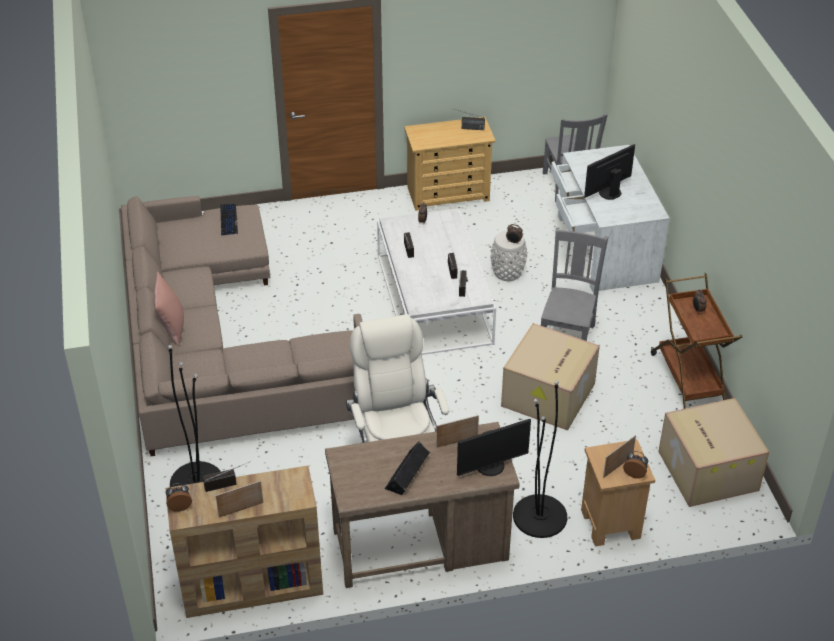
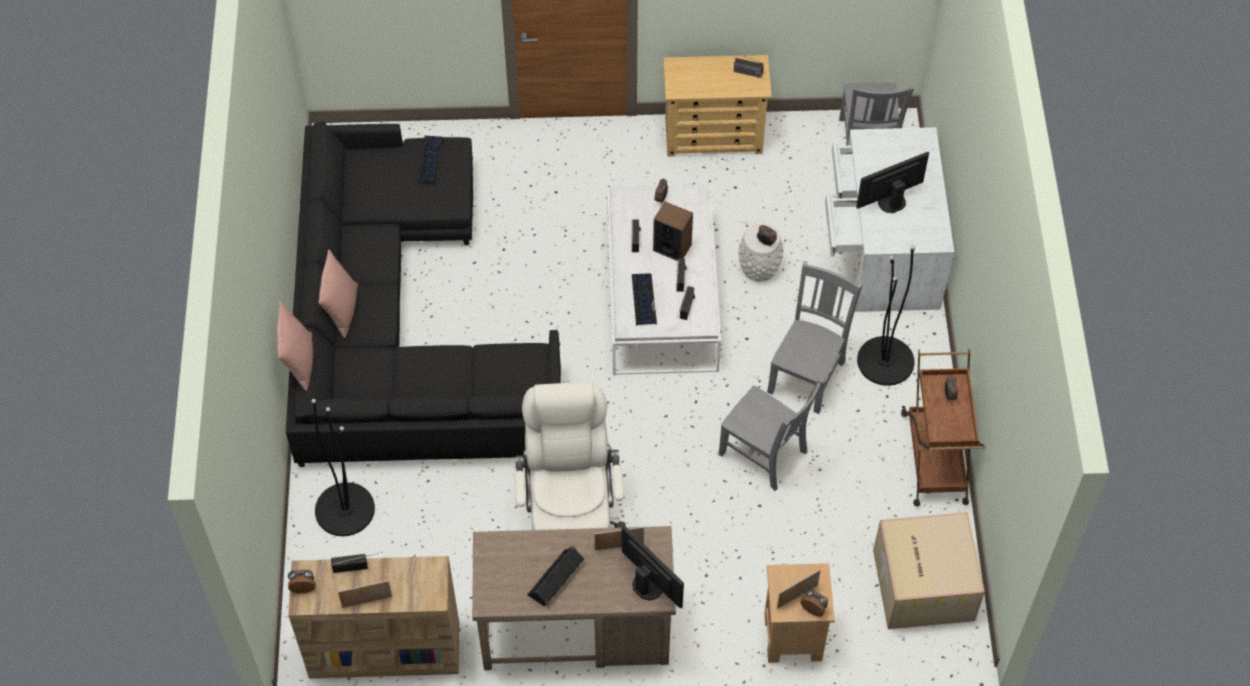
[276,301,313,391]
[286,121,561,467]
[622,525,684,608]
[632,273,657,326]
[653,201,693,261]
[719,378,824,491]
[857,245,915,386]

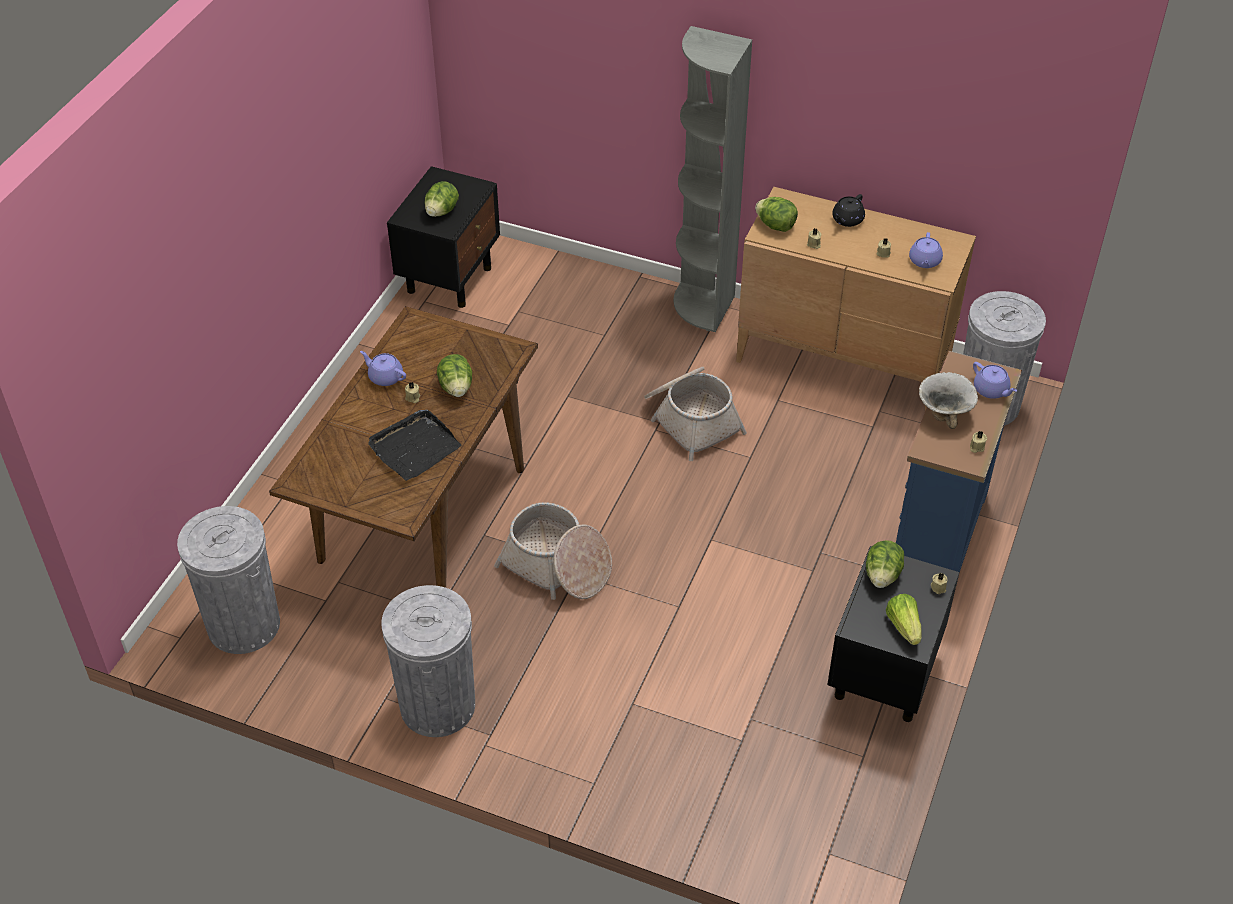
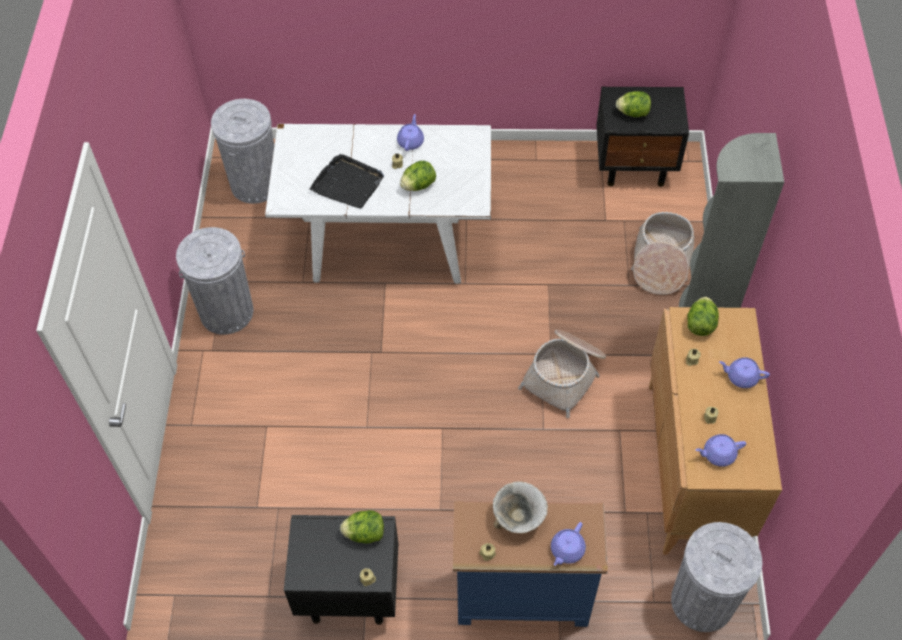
[265,124,491,284]
[631,212,695,295]
[719,357,770,388]
[886,594,921,645] (first image)

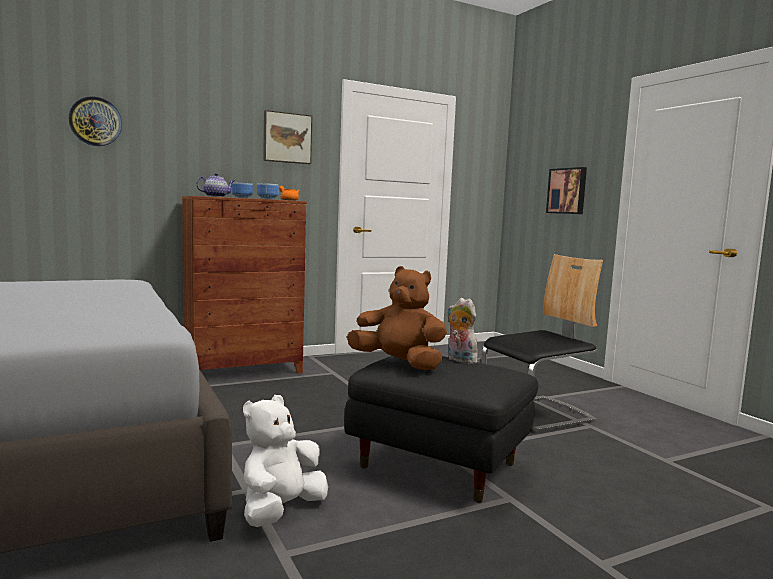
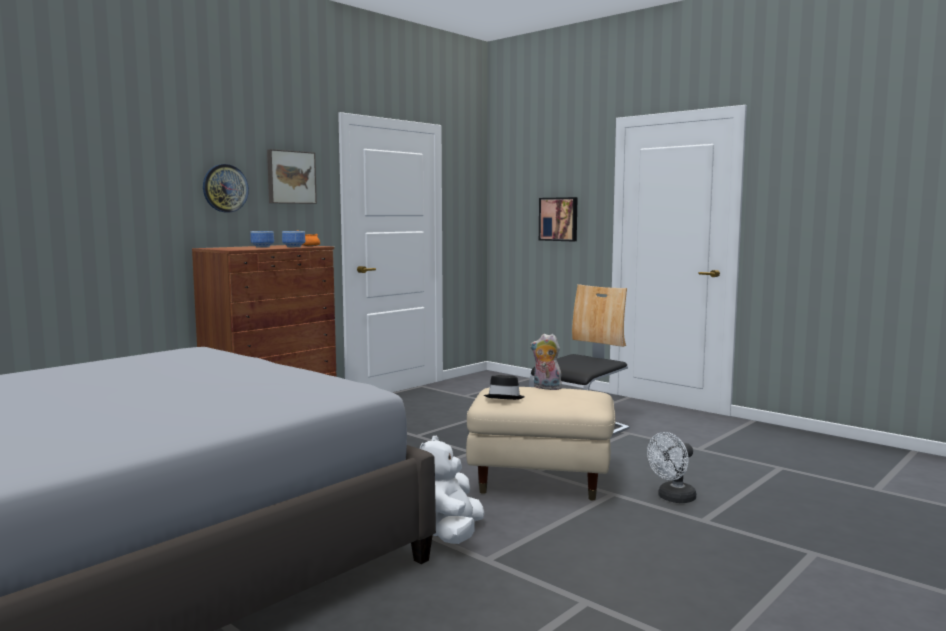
[203,164,249,212]
[466,387,616,501]
[484,375,525,400]
[647,432,696,503]
[196,173,235,197] (first image)

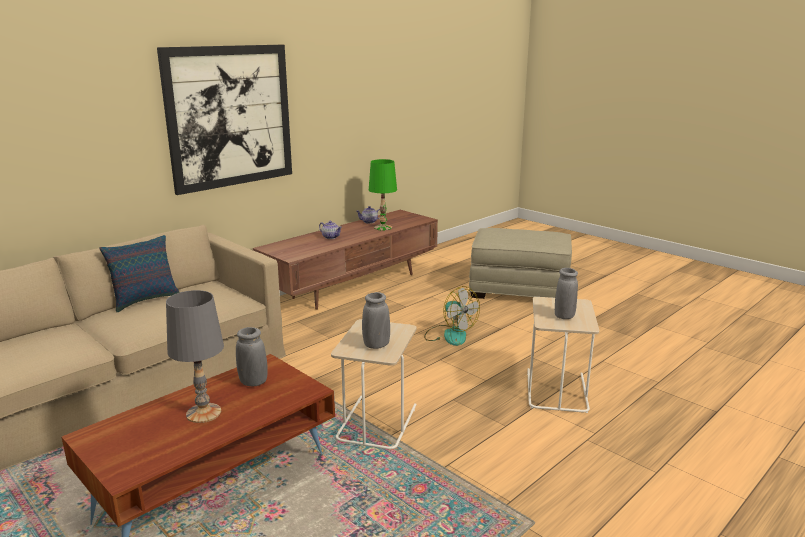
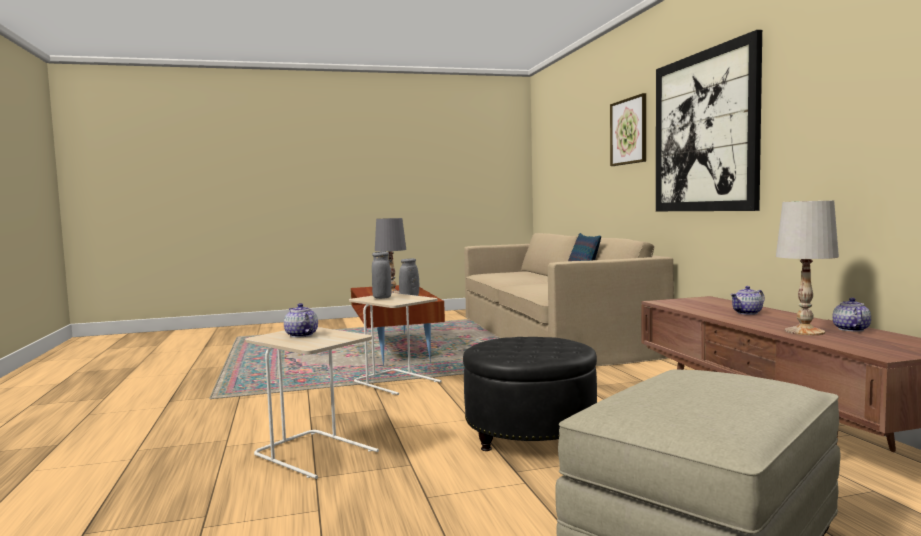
[284,303,318,338]
[463,337,597,451]
[610,93,646,166]
[776,201,839,335]

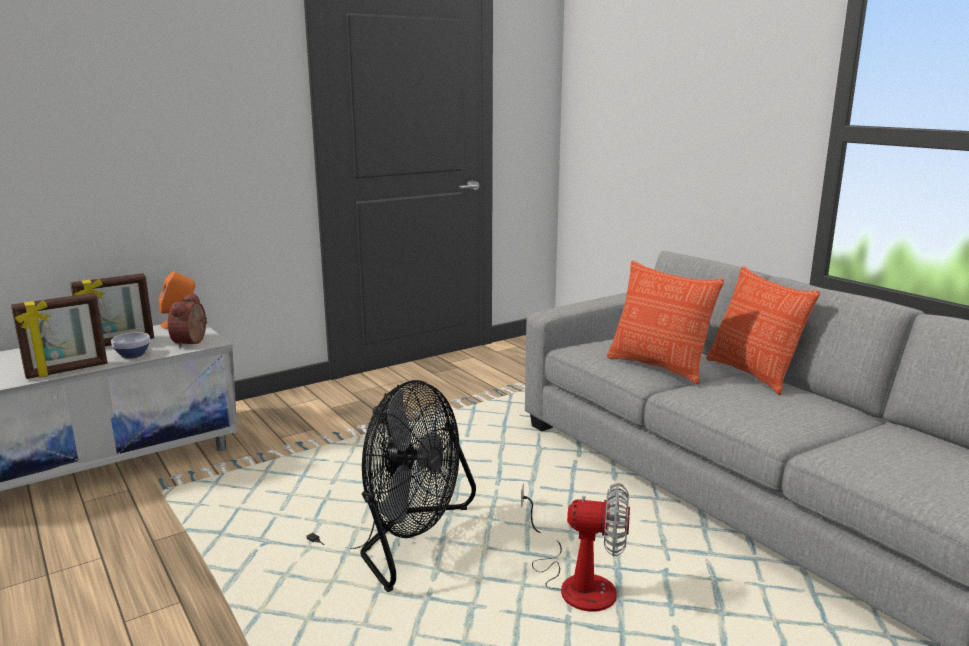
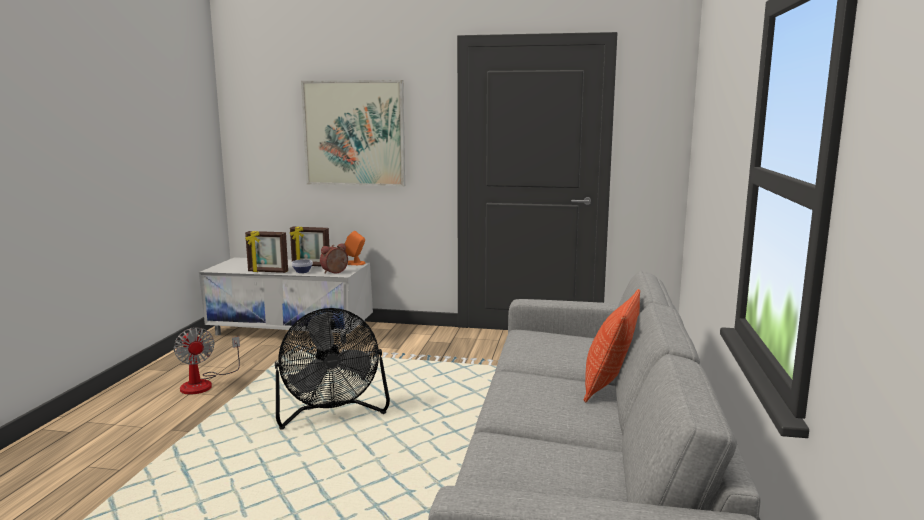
[174,327,240,394]
[301,80,405,187]
[607,261,724,384] (first image)

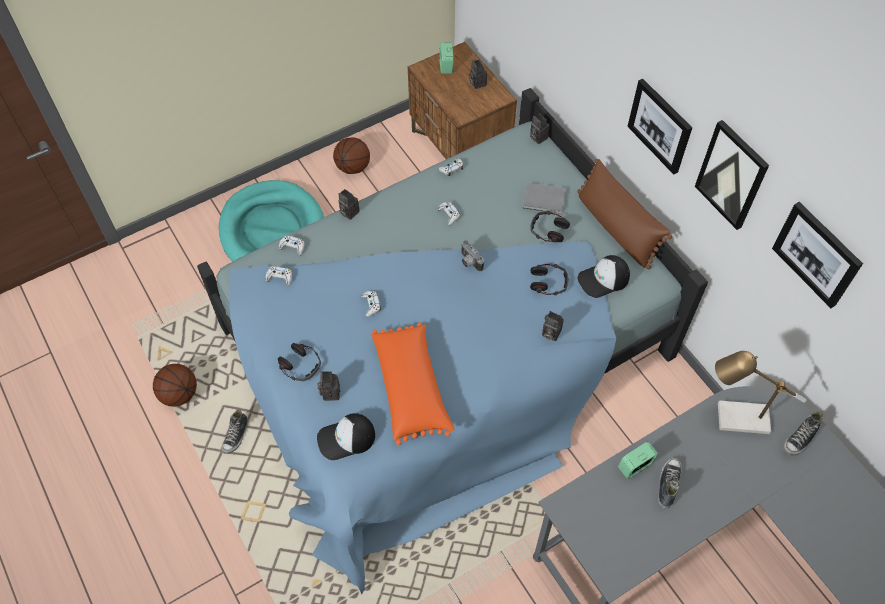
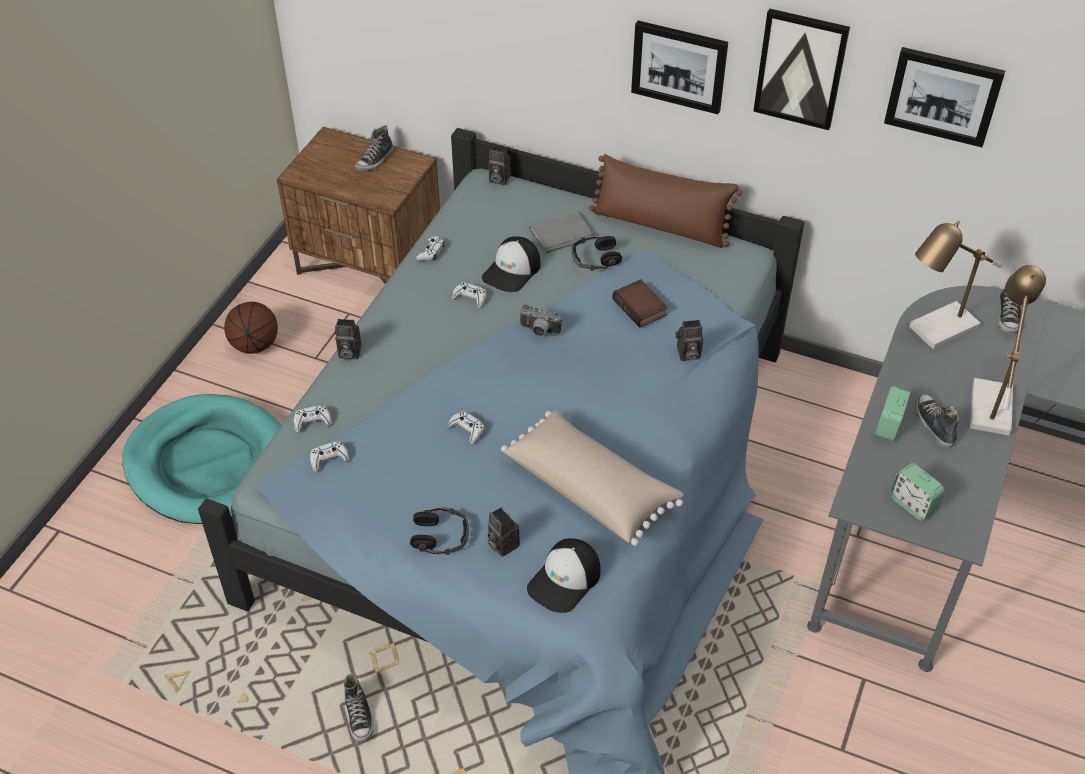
[355,125,393,172]
[482,236,541,292]
[501,410,684,546]
[612,279,667,328]
[890,463,944,521]
[970,265,1046,436]
[153,364,197,407] (first image)

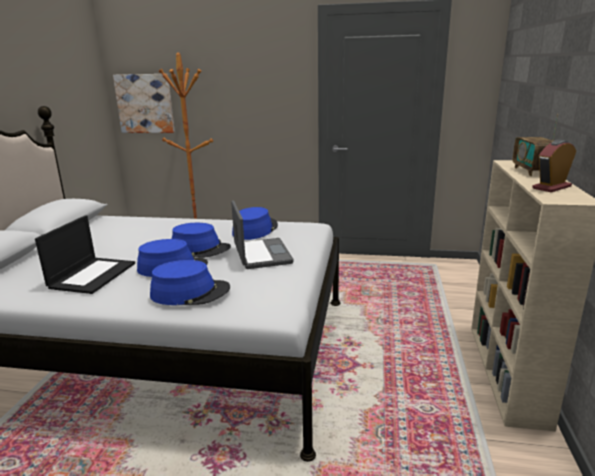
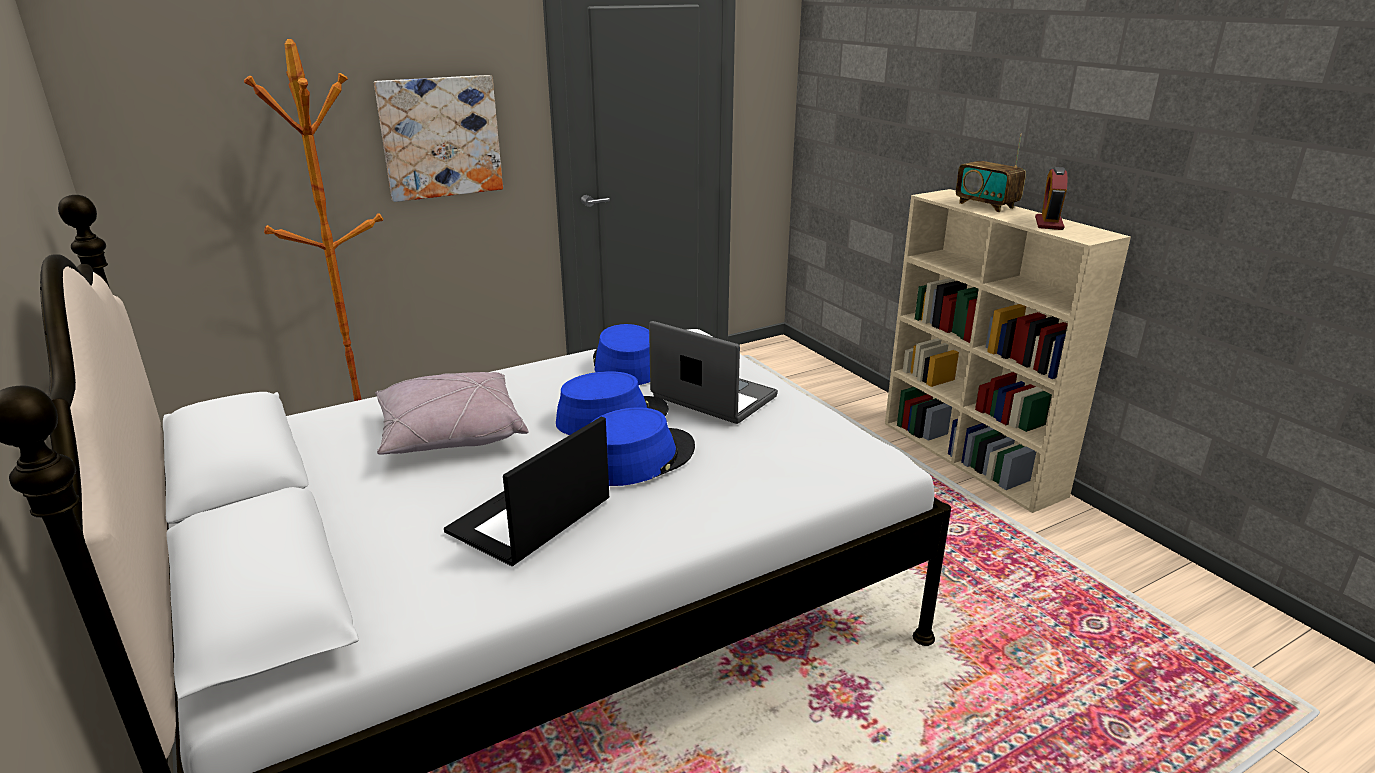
[374,75,503,202]
[375,372,528,455]
[444,417,609,566]
[150,260,230,305] (first image)

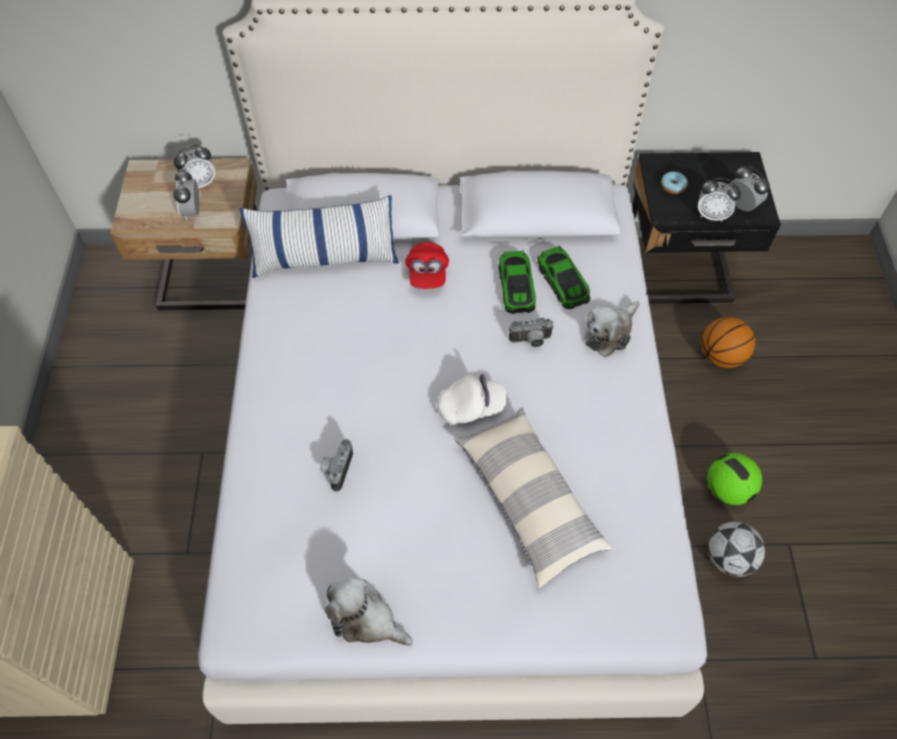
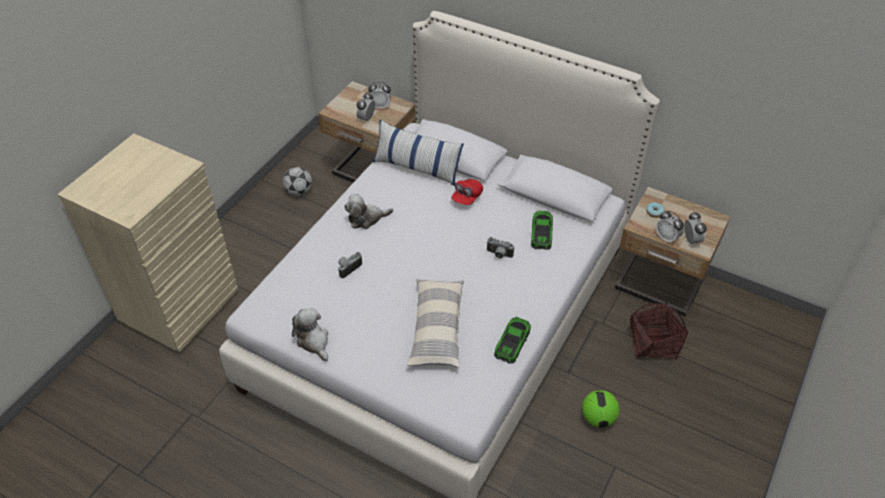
[283,167,312,196]
[344,194,393,229]
[494,316,531,364]
[615,187,730,317]
[630,302,688,360]
[437,374,507,425] (first image)

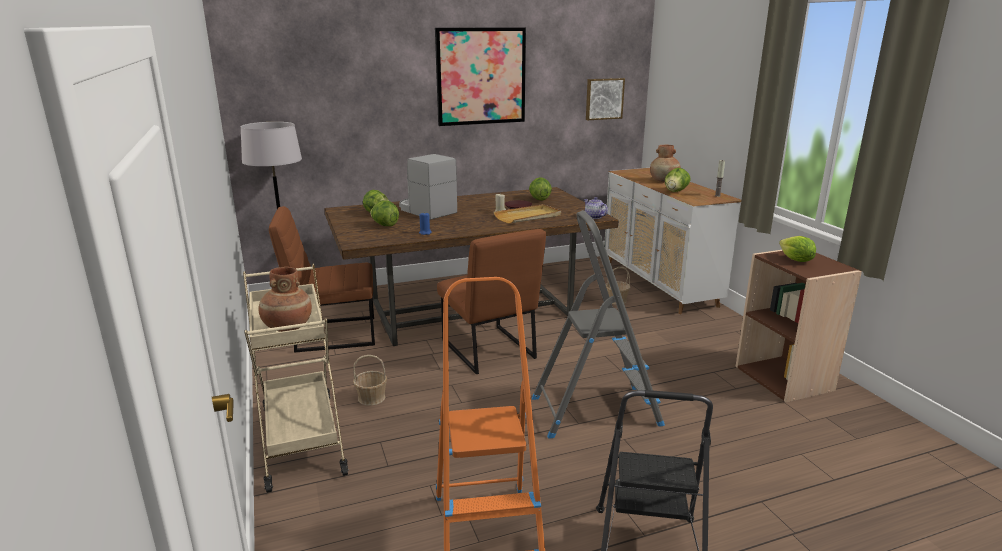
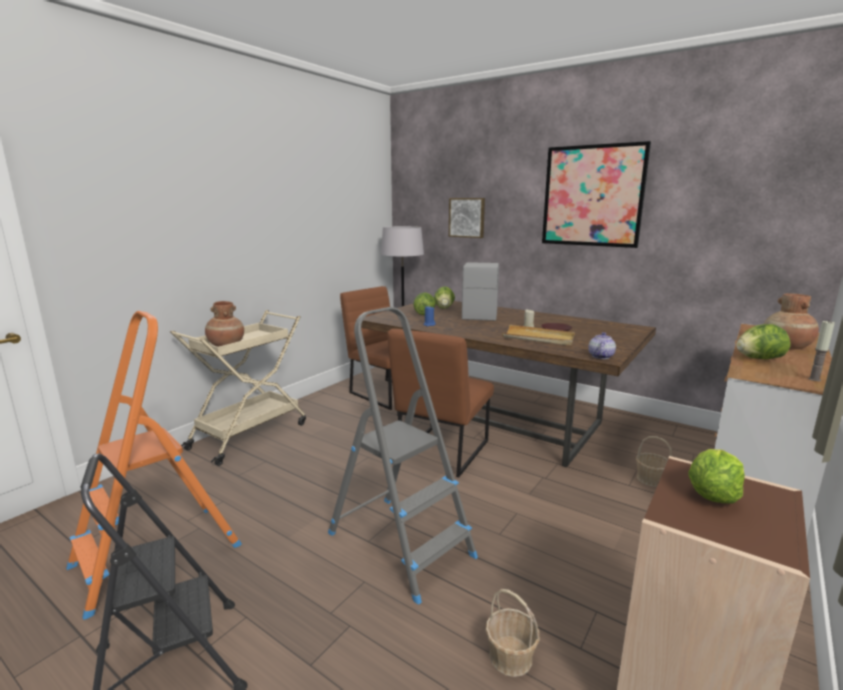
[449,198,485,238]
[486,589,540,677]
[529,177,552,201] (first image)

